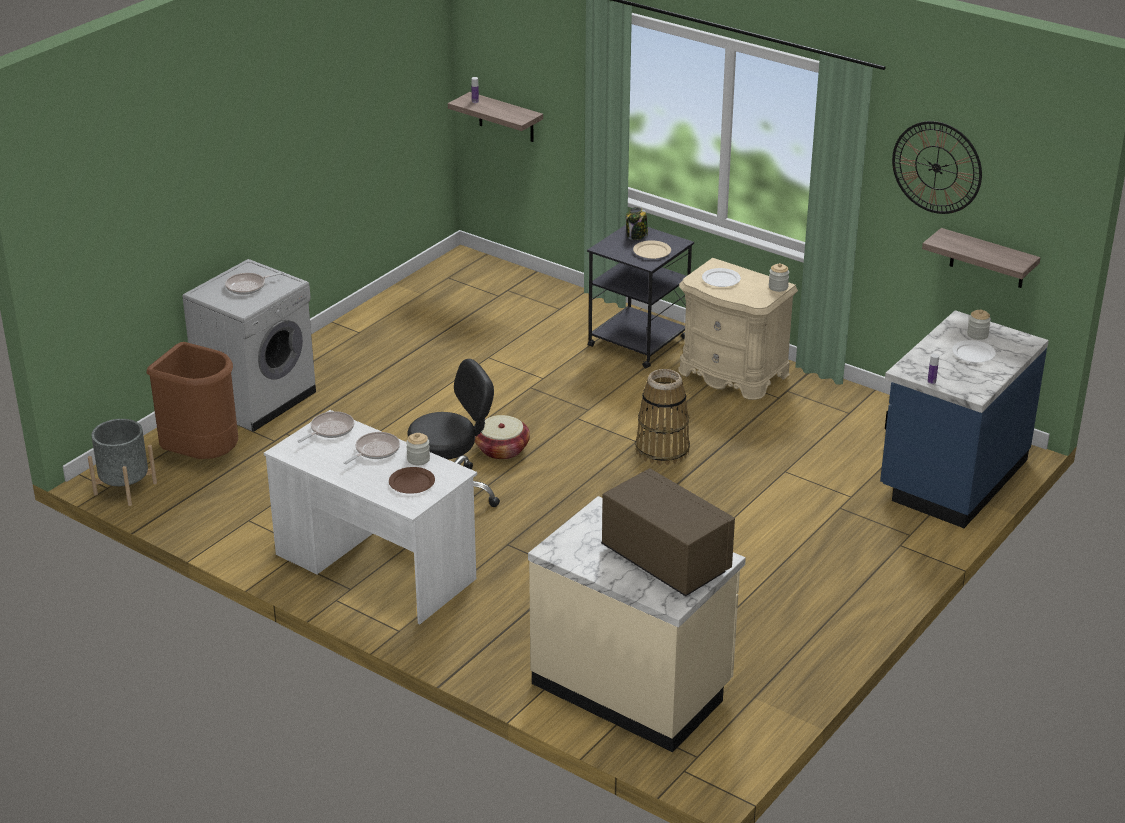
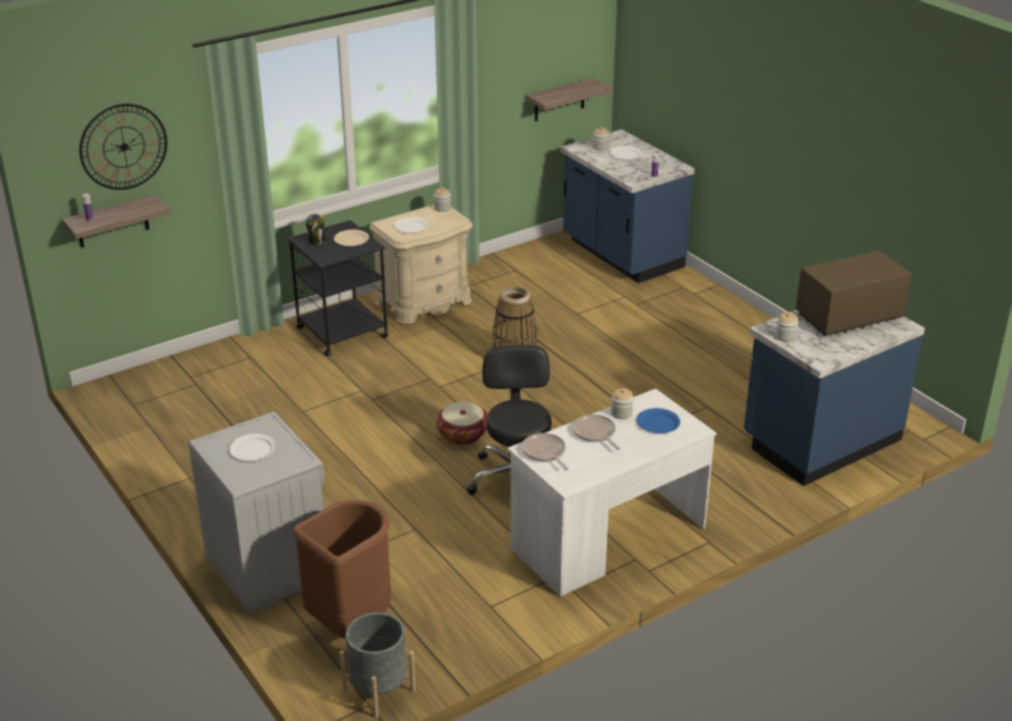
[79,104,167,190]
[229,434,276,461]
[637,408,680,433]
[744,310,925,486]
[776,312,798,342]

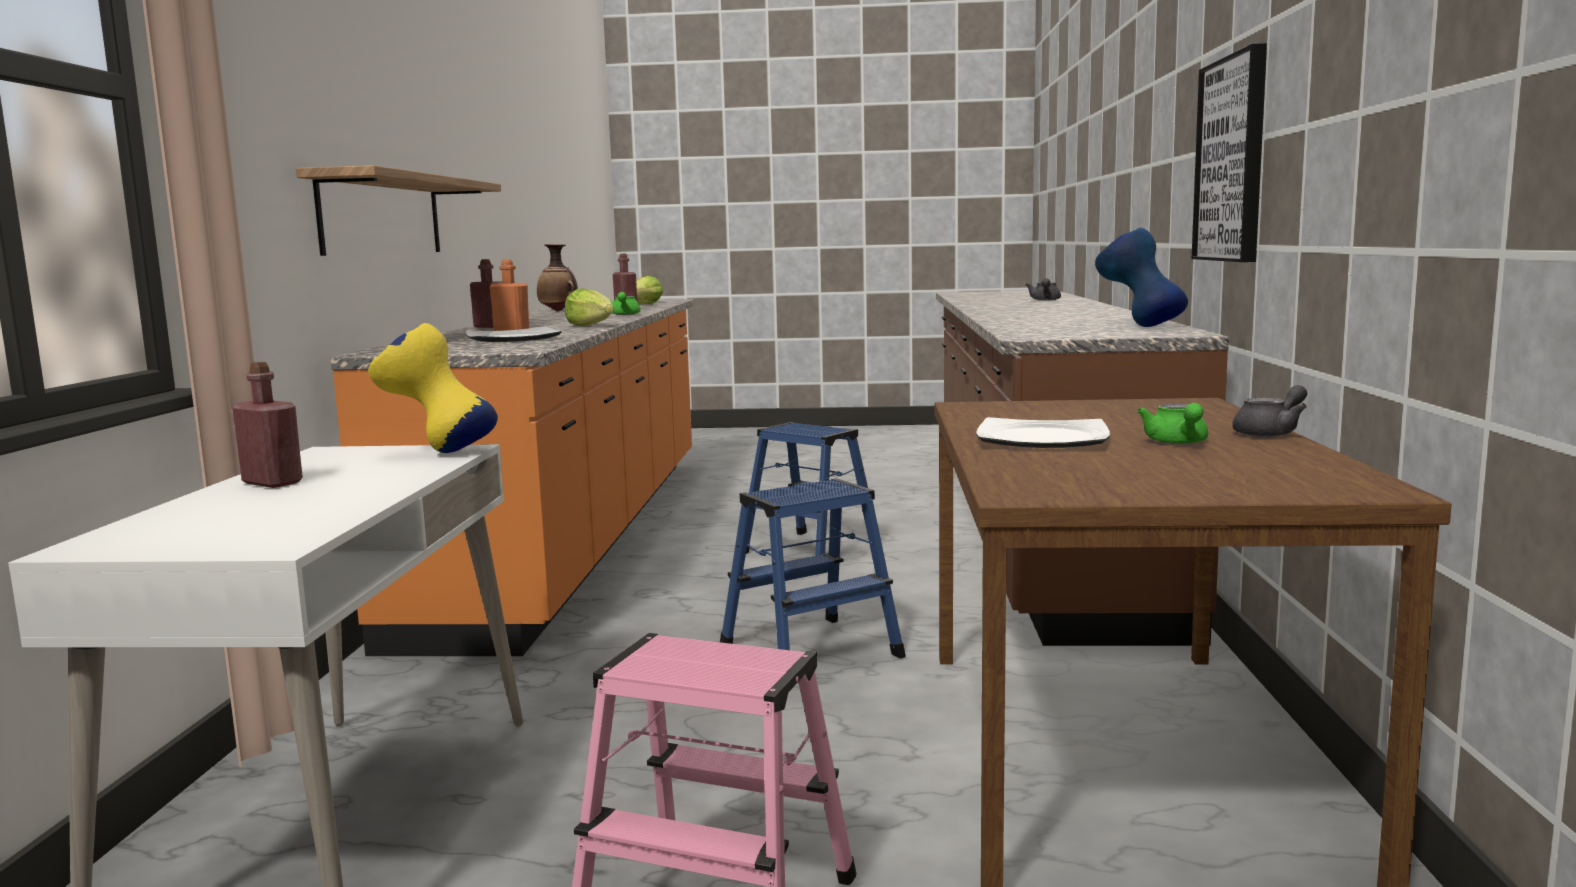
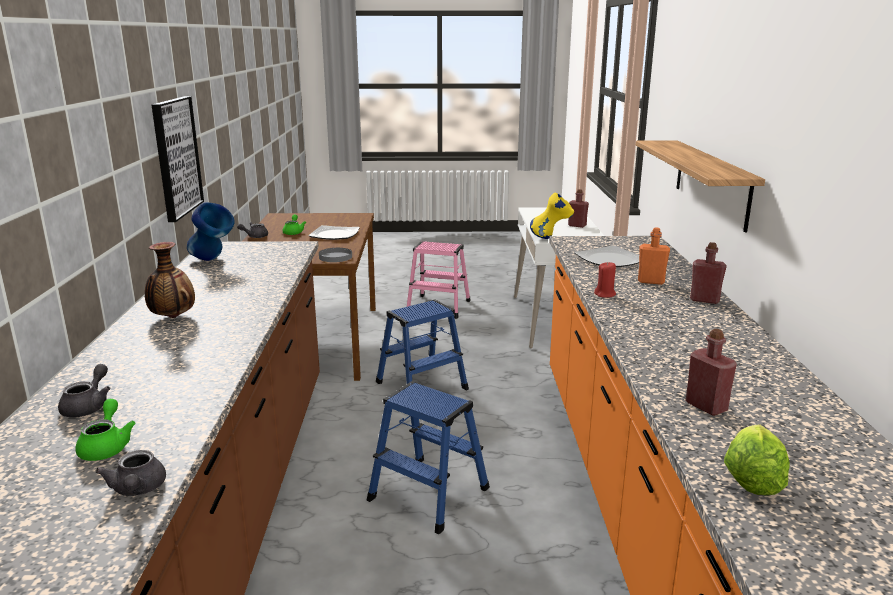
[75,399,135,461]
[95,450,166,496]
[145,242,195,318]
[319,248,352,262]
[594,262,616,298]

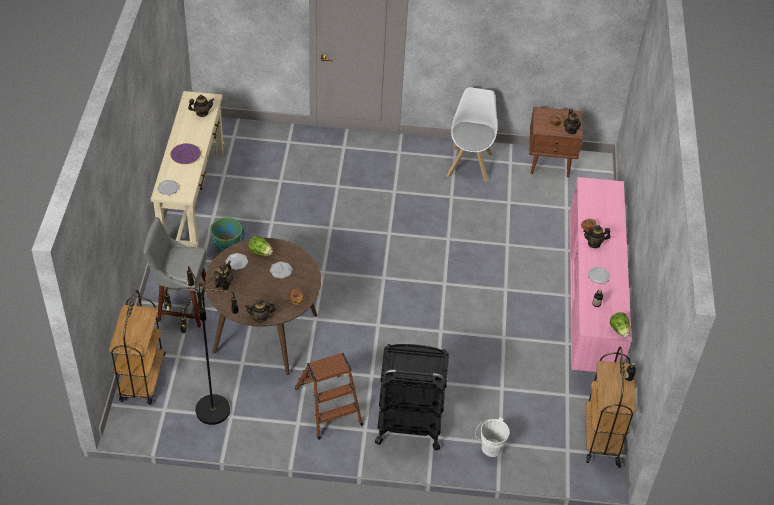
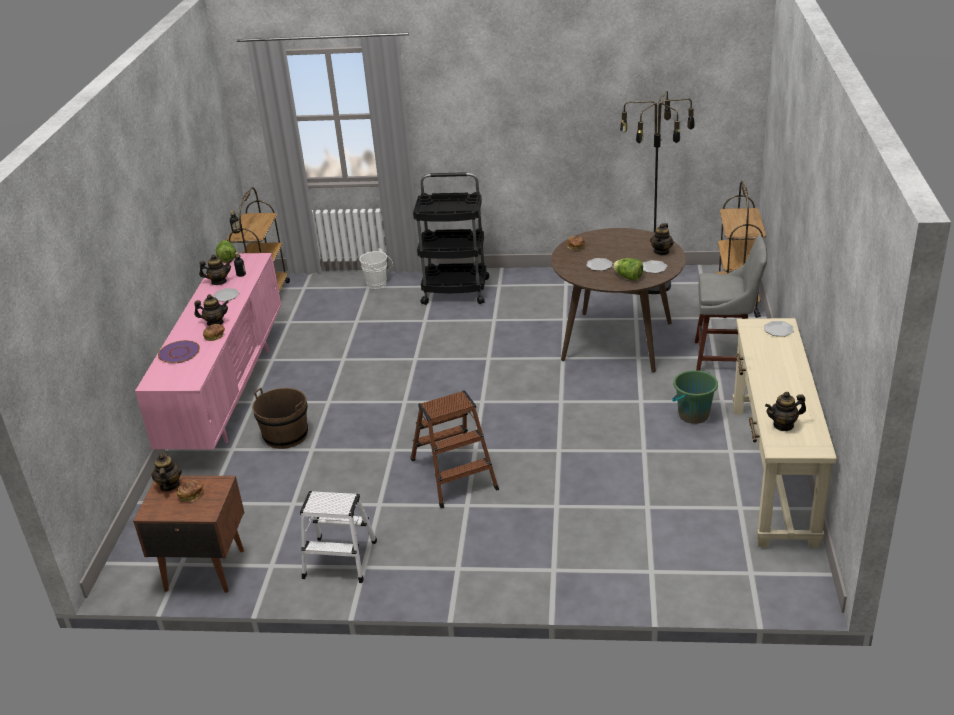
[158,340,200,364]
[199,254,232,285]
[252,388,308,449]
[300,491,377,583]
[410,390,499,509]

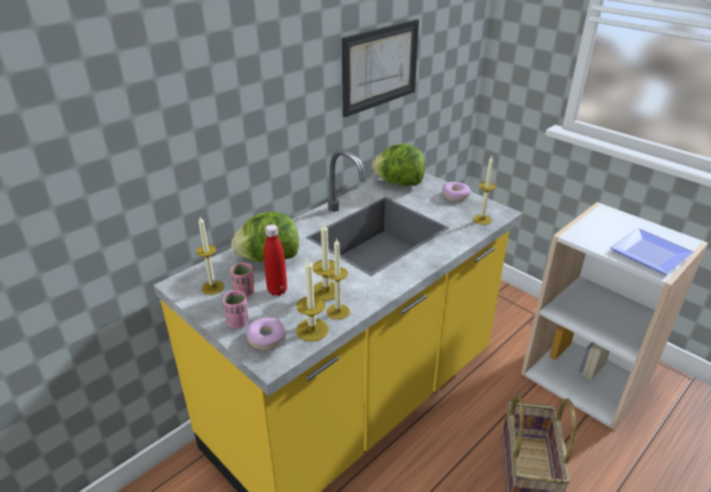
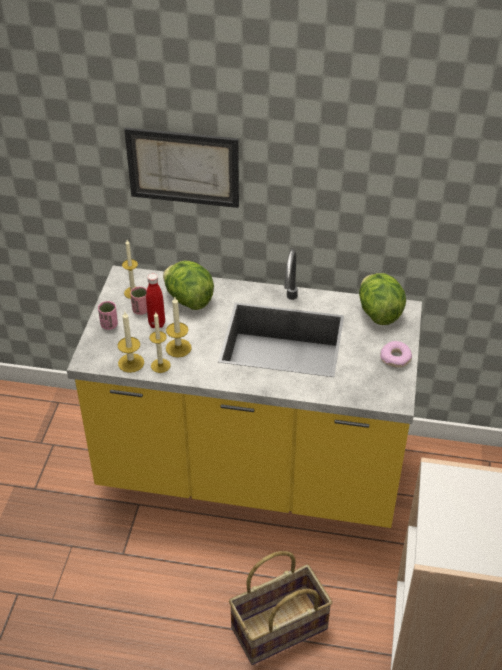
[124,127,239,208]
[246,318,286,350] (first image)
[473,156,496,225] (first image)
[610,228,694,275] (first image)

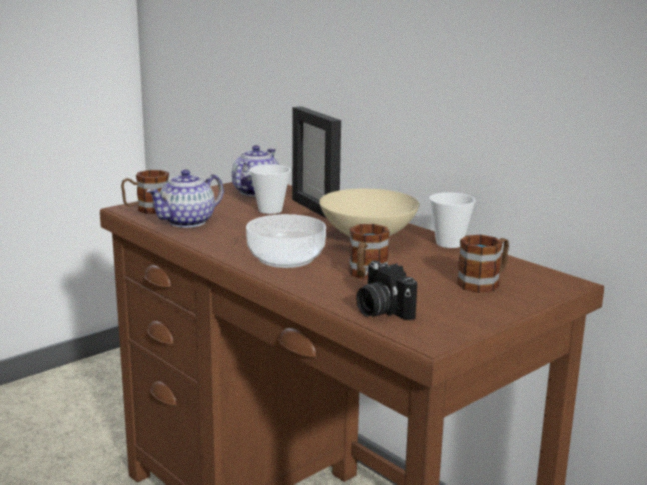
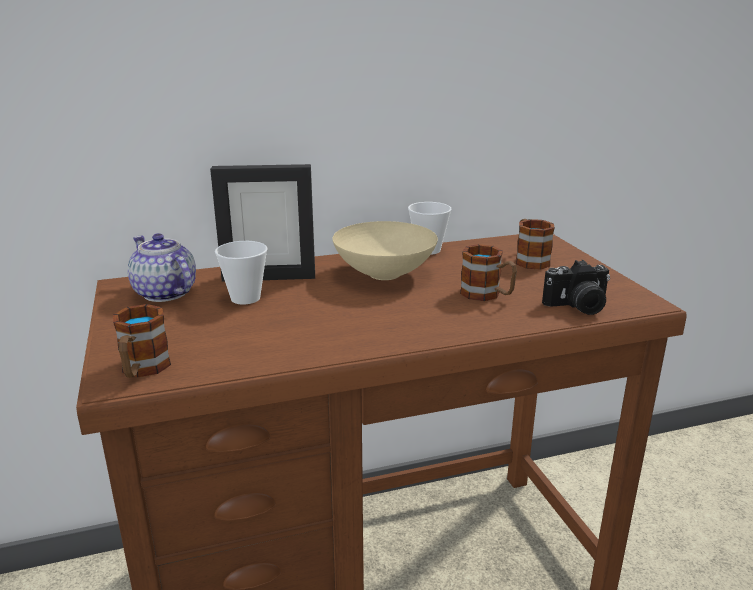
[146,170,224,228] (first image)
[246,214,326,268] (first image)

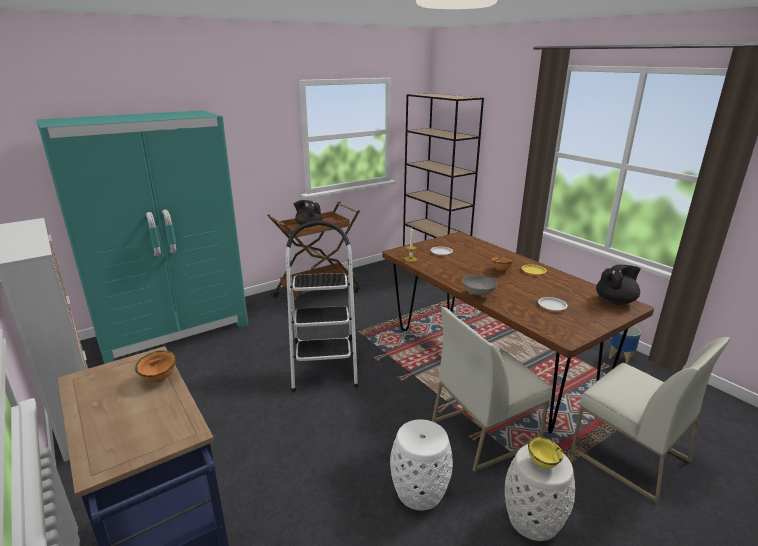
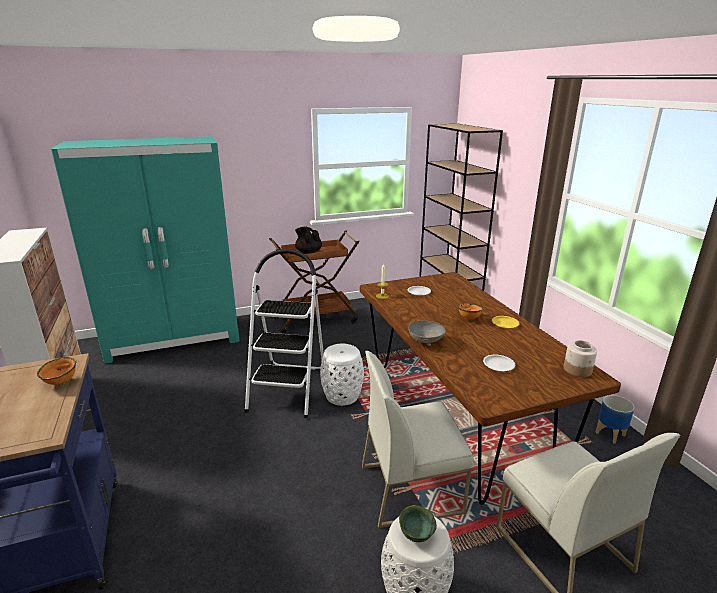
[320,344,364,406]
[399,505,437,542]
[564,340,597,377]

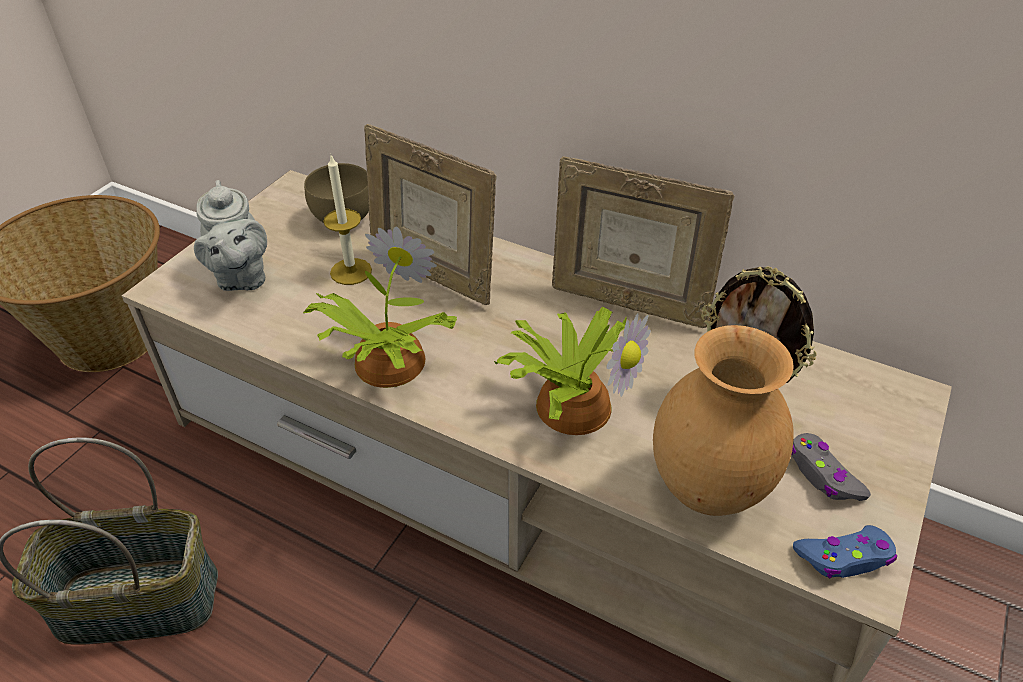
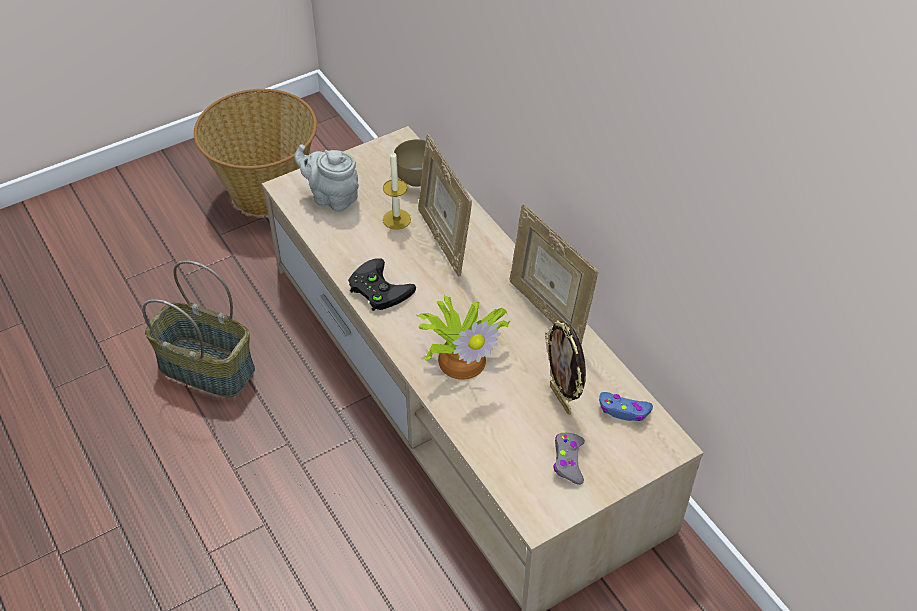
[294,144,359,212]
[348,258,416,311]
[599,392,653,421]
[653,325,794,516] (first image)

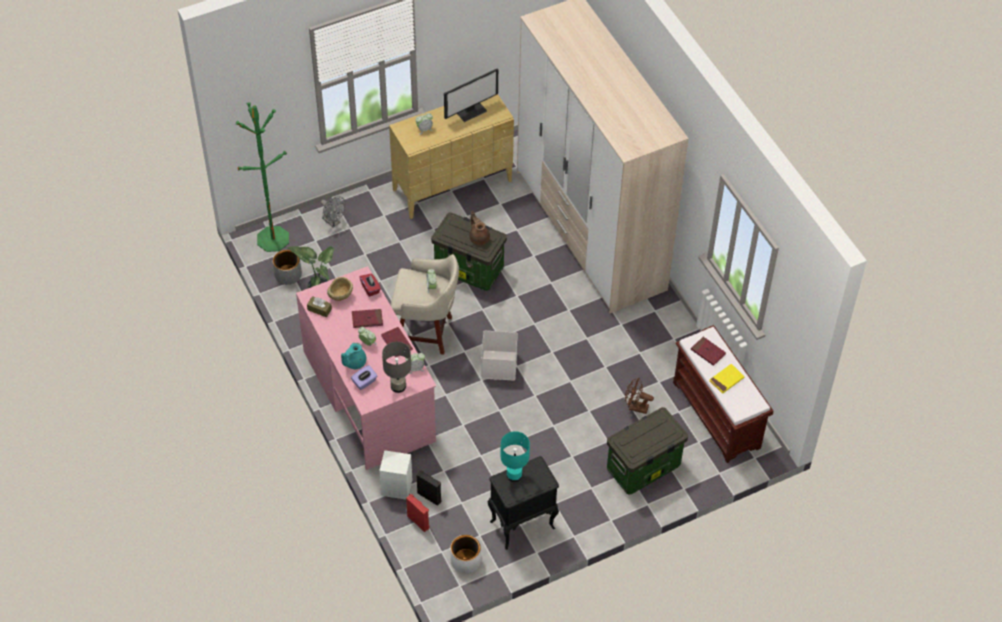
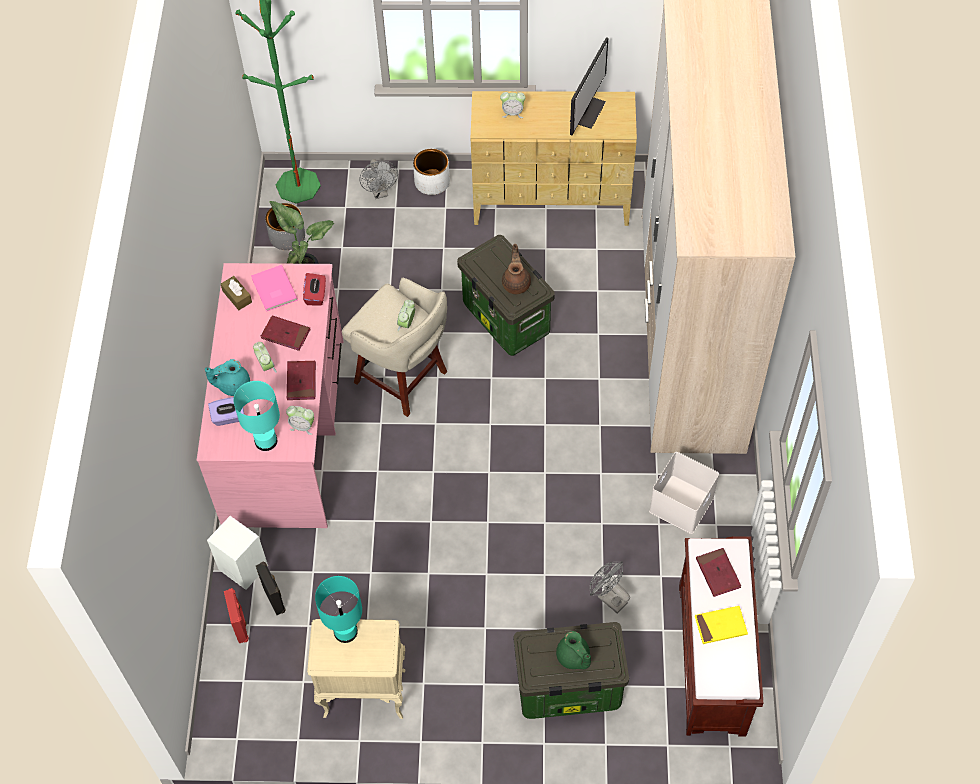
[233,381,280,451]
[251,265,298,312]
[307,619,406,719]
[413,149,450,195]
[556,631,591,669]
[570,37,608,135]
[590,562,630,614]
[649,452,719,534]

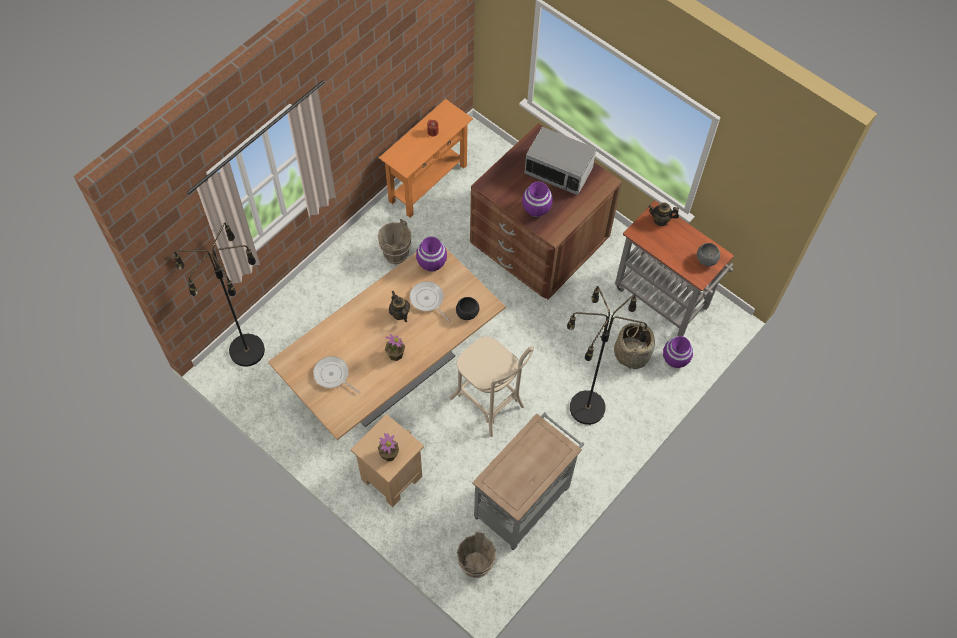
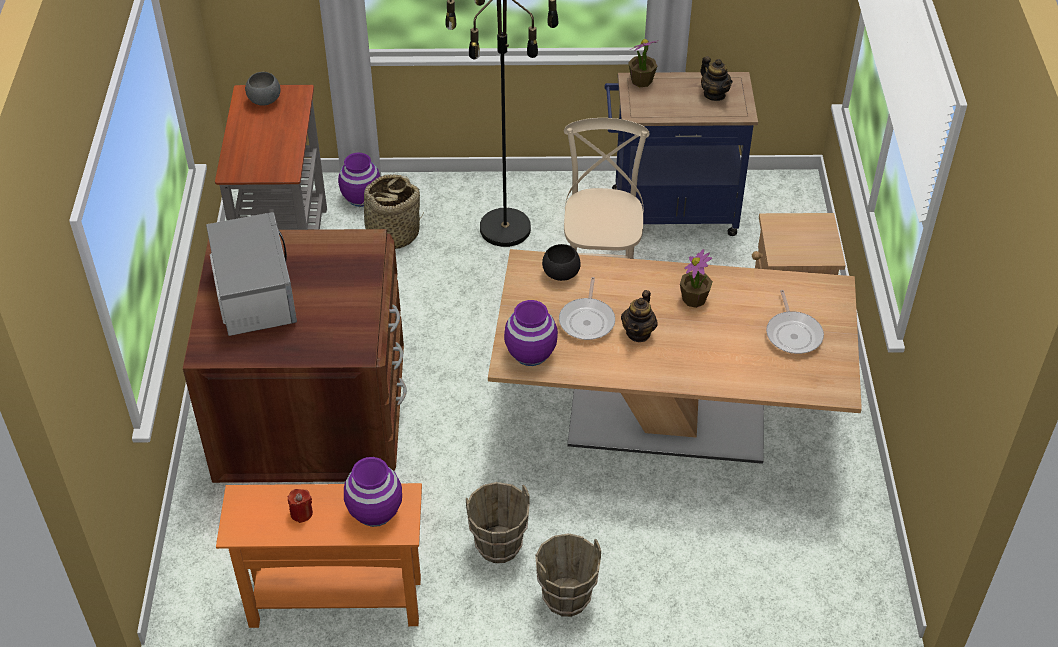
[344,457,402,527]
[535,533,601,617]
[605,72,758,236]
[628,39,659,87]
[701,56,733,101]
[174,223,265,367] (first image)

